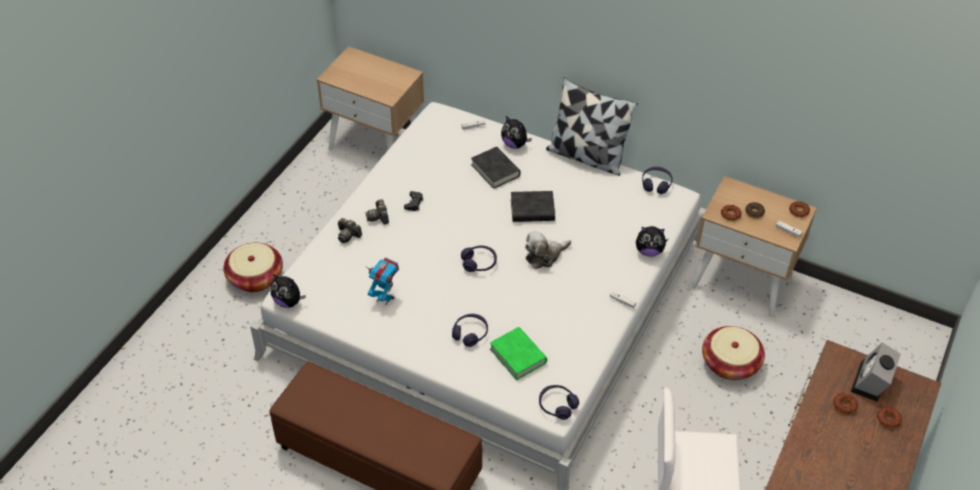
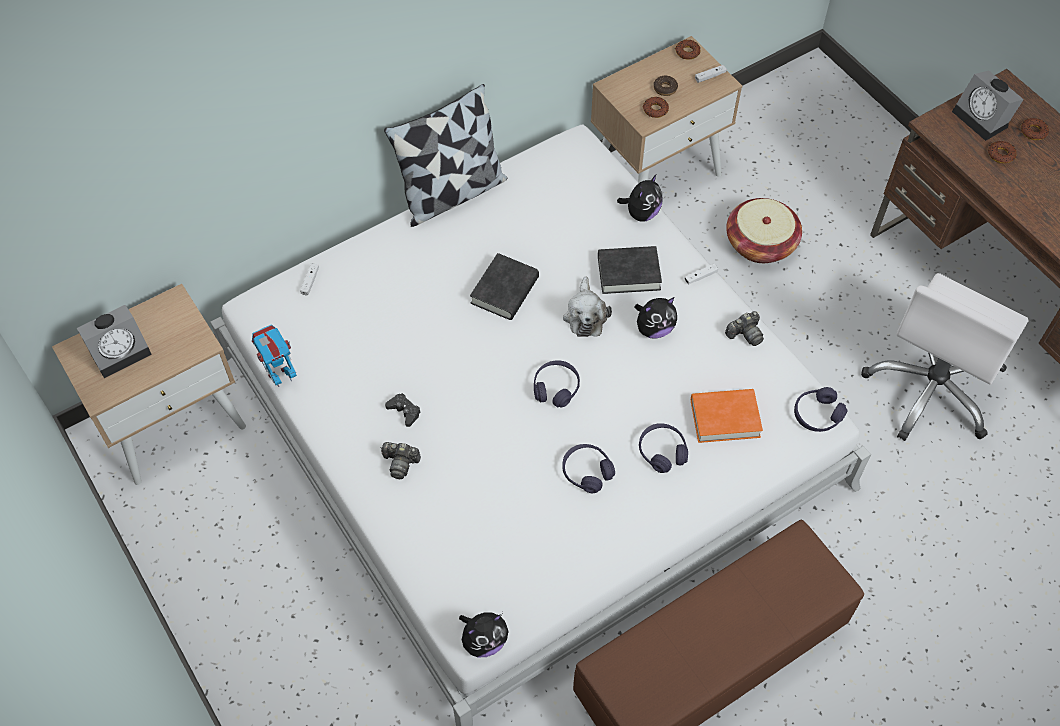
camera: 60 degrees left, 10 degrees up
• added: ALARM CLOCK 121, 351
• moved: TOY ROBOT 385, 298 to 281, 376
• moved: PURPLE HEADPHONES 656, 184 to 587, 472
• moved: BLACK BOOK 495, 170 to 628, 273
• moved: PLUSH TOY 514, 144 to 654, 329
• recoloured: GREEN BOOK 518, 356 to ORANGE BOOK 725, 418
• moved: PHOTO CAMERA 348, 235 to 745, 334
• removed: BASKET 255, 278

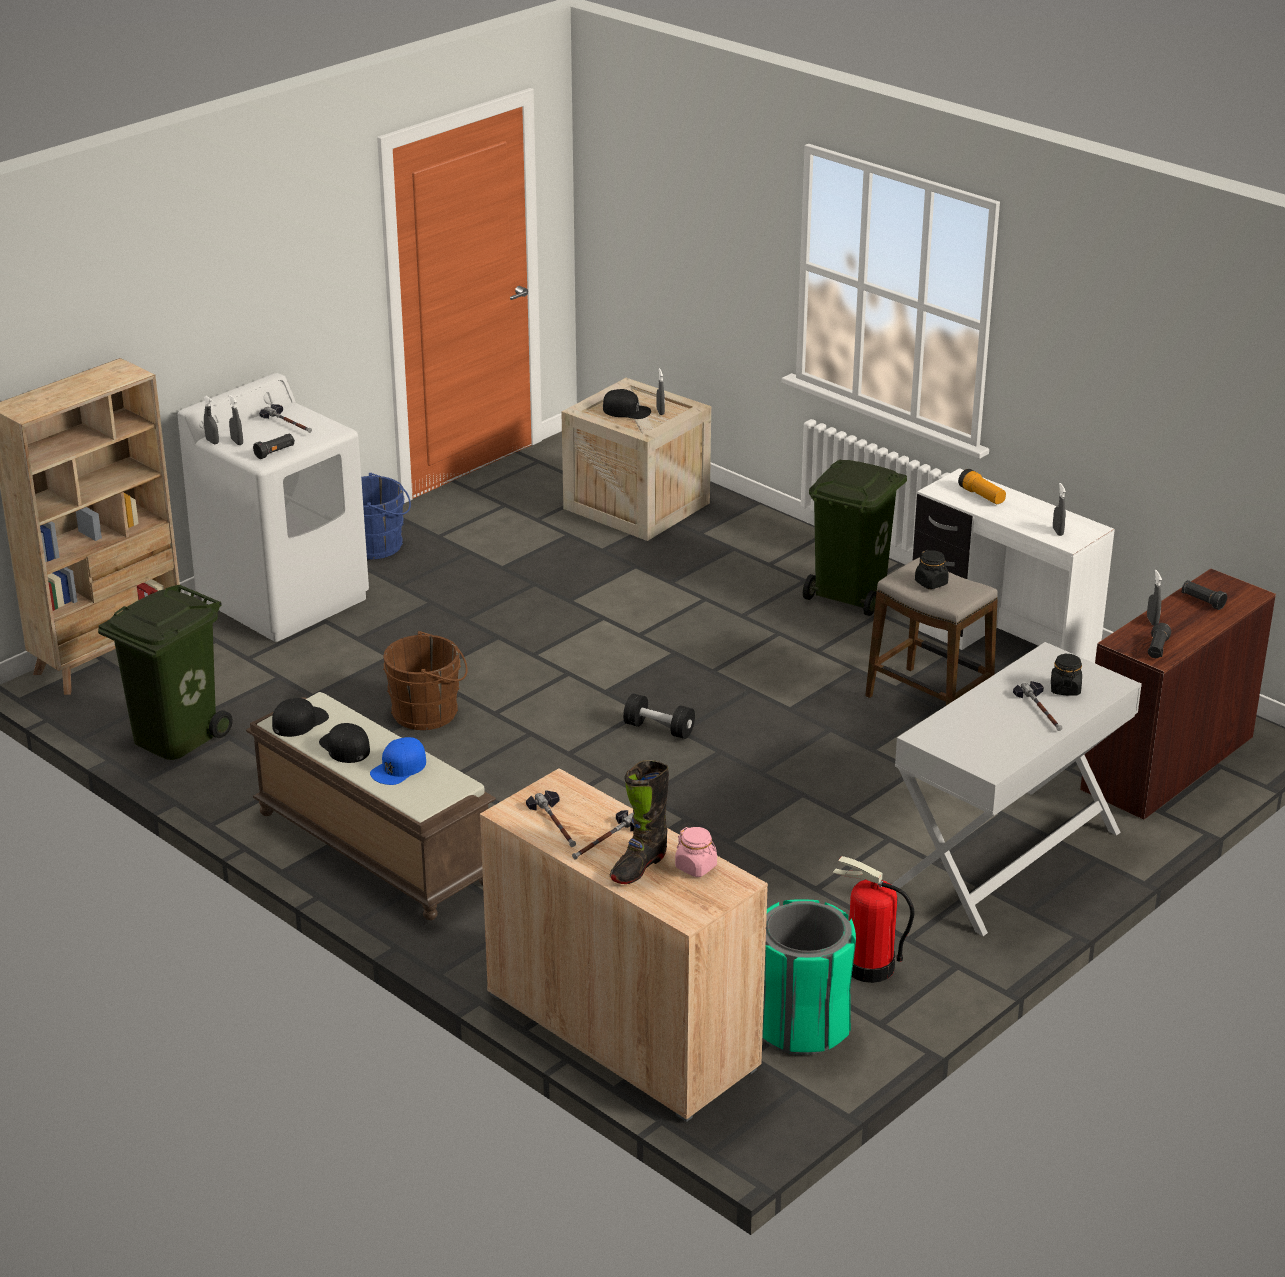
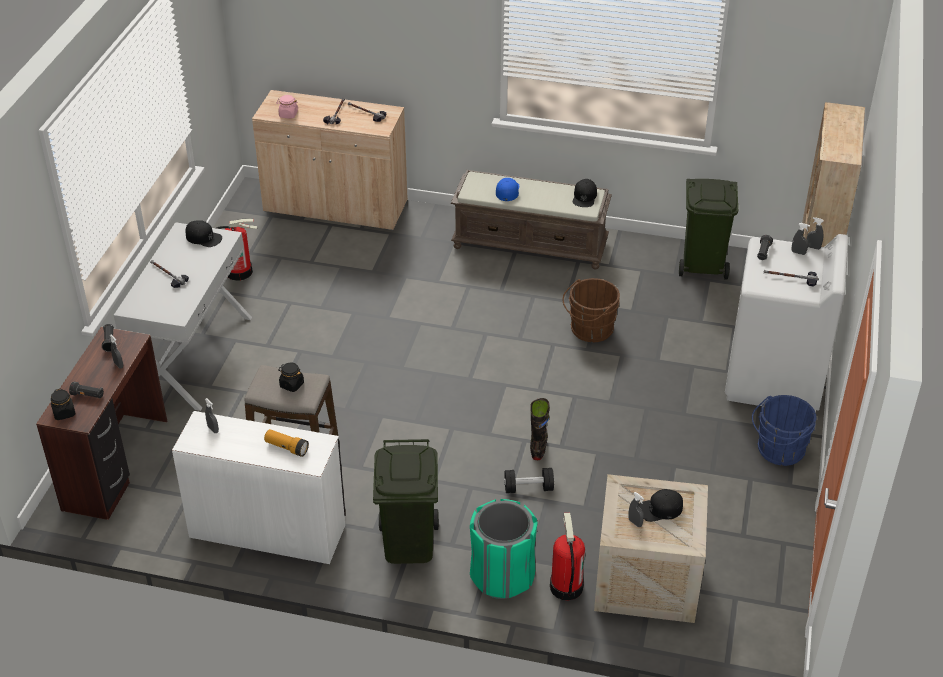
camera: 150 degrees right, 10 degrees up
• moved: BLACK JAR 1065, 689 to 64, 413
• moved: BLACK CAP 344, 747 to 203, 237
• moved: GREEN TRASH CAN 802, 1025 to 502, 576
• moved: BLACK DUMBBELL 659, 729 to 528, 488
• moved: BLACK BOOT 638, 866 to 538, 446
• added: FIRE EXTINGUISHER 565, 586

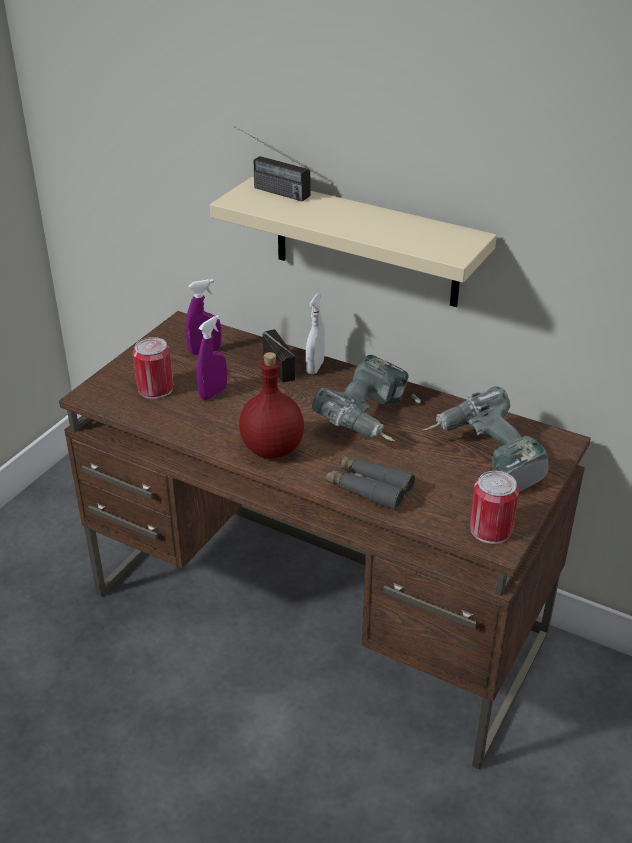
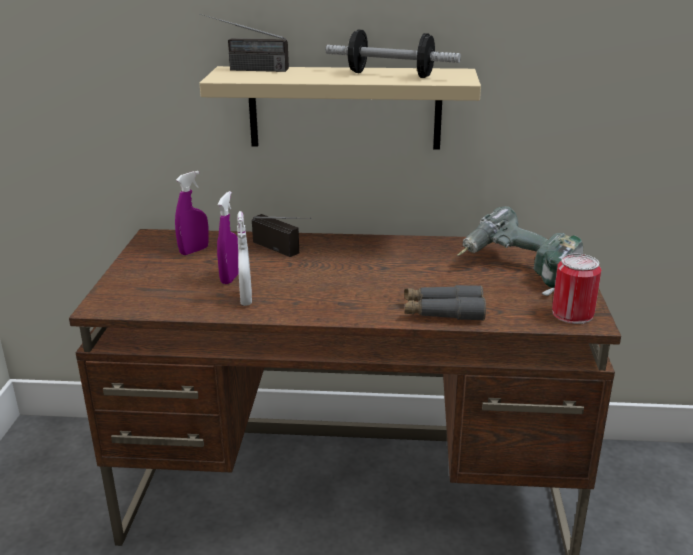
camera: 25 degrees left, 10 degrees down
• moved: WHITE SPRAY BOTTLE 315, 367 to 246, 299
• added: DUMBBELL 391, 75
• removed: CAN 155, 389
• removed: RED BOTTLE 273, 449
• removed: POWER DRILL 370, 420

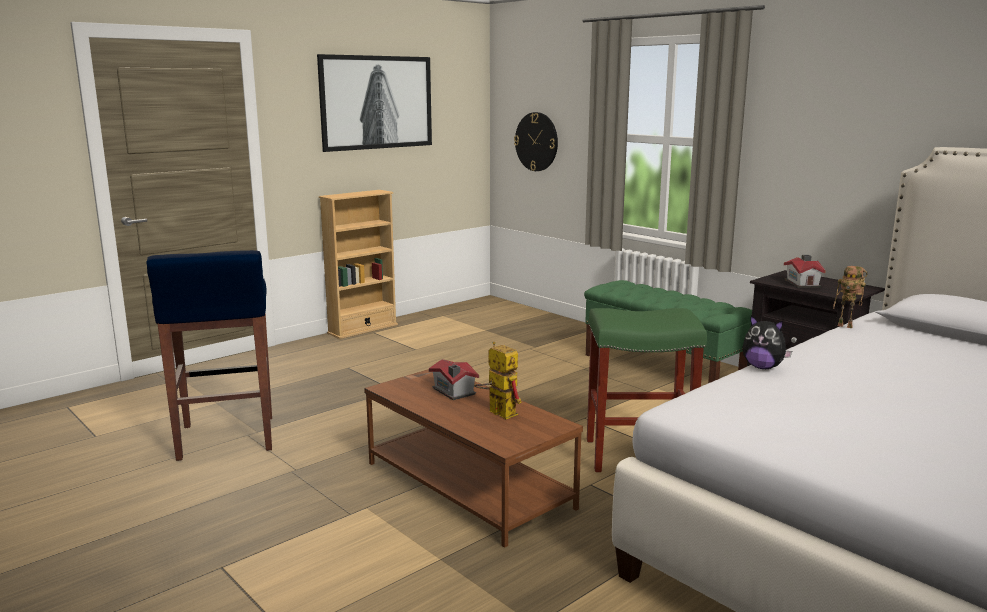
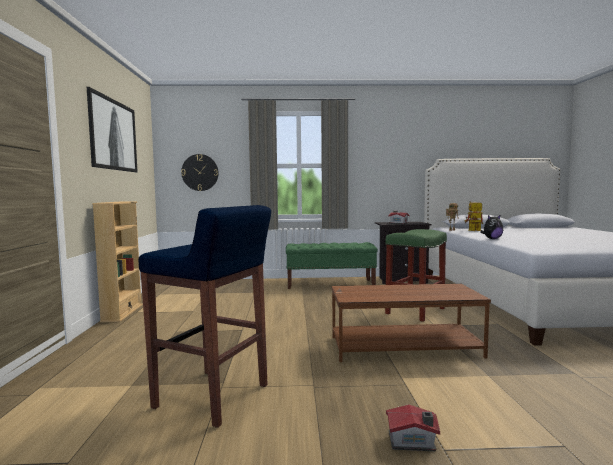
camera: 50 degrees left, 10 degrees down
• moved: TOY HOUSE 453, 392 to 413, 442
• moved: TOY ROBOT 497, 412 to 472, 231

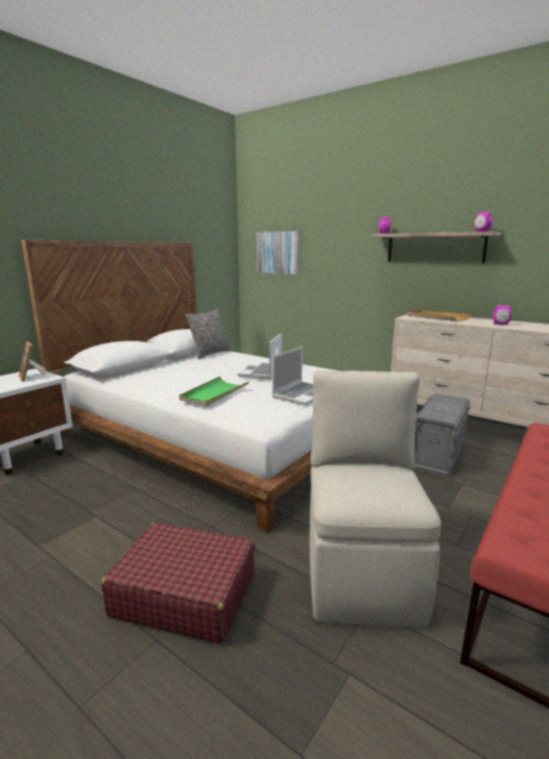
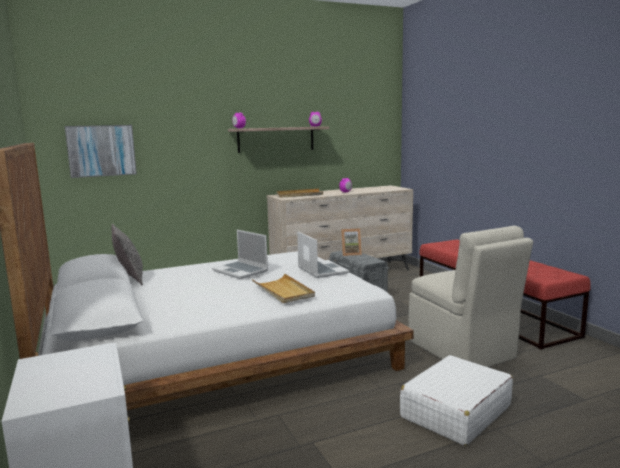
camera: 60 degrees left, 5 degrees down
• recoloured: GREEN TRAY 214, 393 to BEIGE TRAY 283, 291
• moved: PICTURE FRAME 32, 377 to 351, 254
• recoloured: RED SUITCASE 184, 593 to WHITE SUITCASE 455, 411
• turned: BEIGE CHAIR 361, 568 = 462, 350 150 degrees counterclockwise

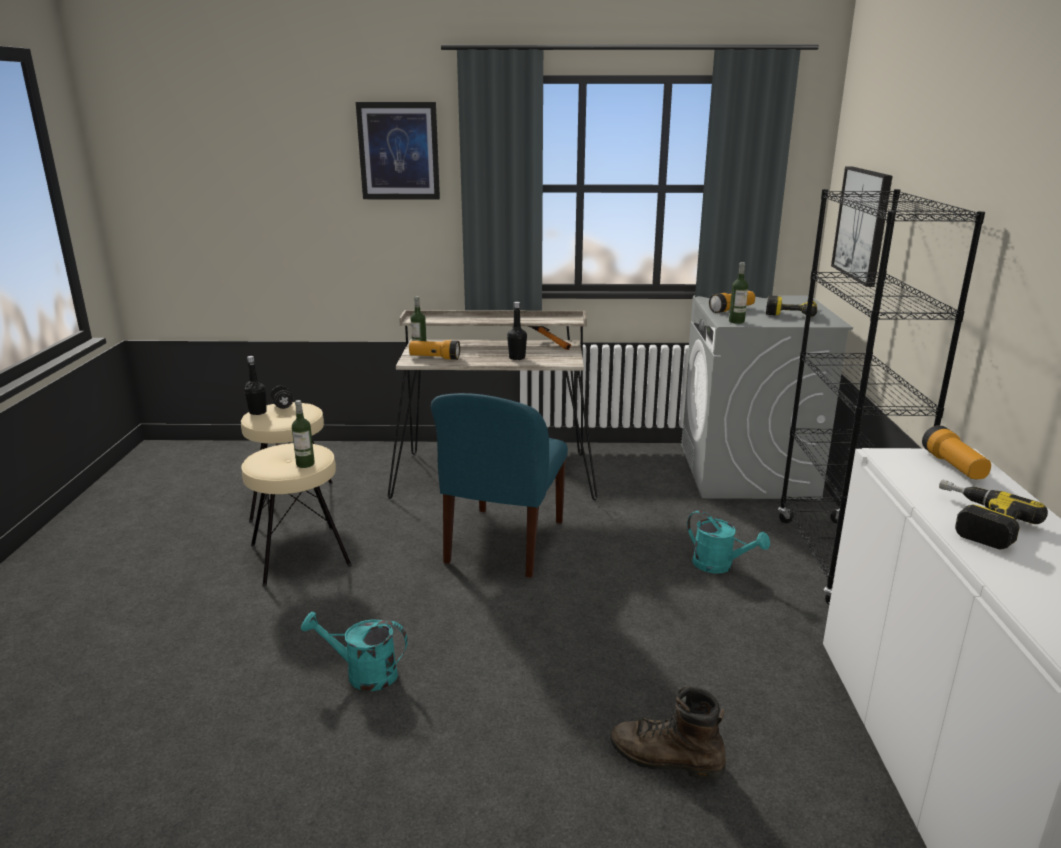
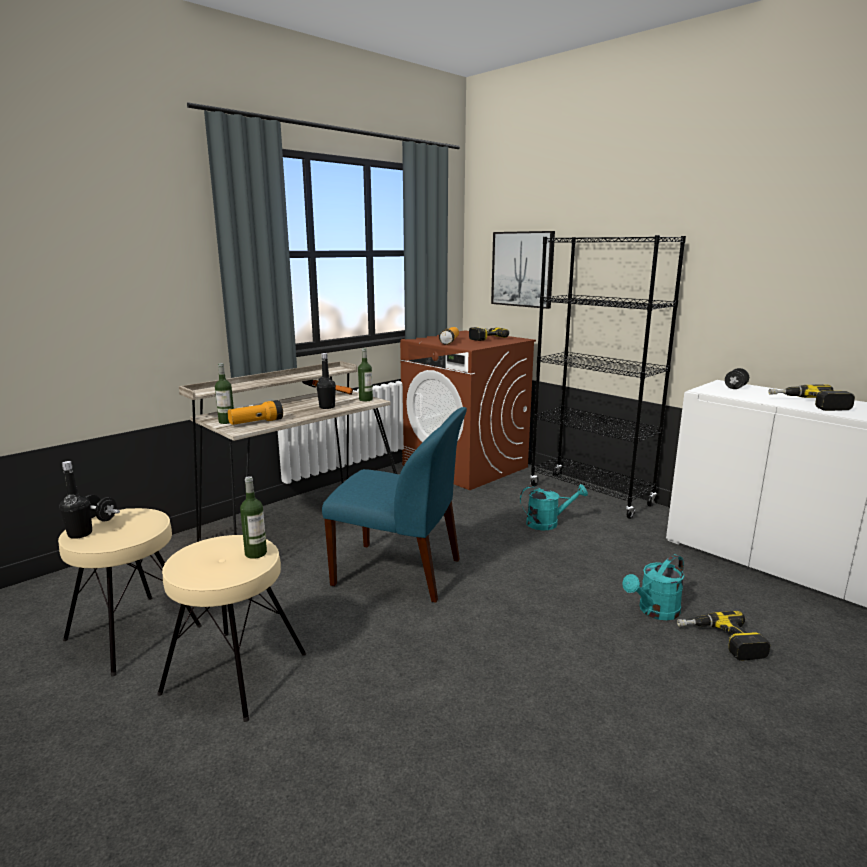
camera: 45 degrees left, 5 degrees down
• turned: BLUE CHAIR 503, 543 = 400, 572 45 degrees counterclockwise
• moved: BOTTLE 736, 321 to 365, 399
• recoloured: GREY WASHING MACHINE 747, 471 to BROWN WASHING MACHINE 465, 466
• moved: TURQUOISE WATERING CAN 363, 674 to 654, 612
• replaced: BROWN BOOT 665, 759 to POWER DRILL 721, 642
• replaced: FLASHLIGHT 953, 466 to BLACK DUMBBELL 735, 387
• removed: PICTURE 399, 151

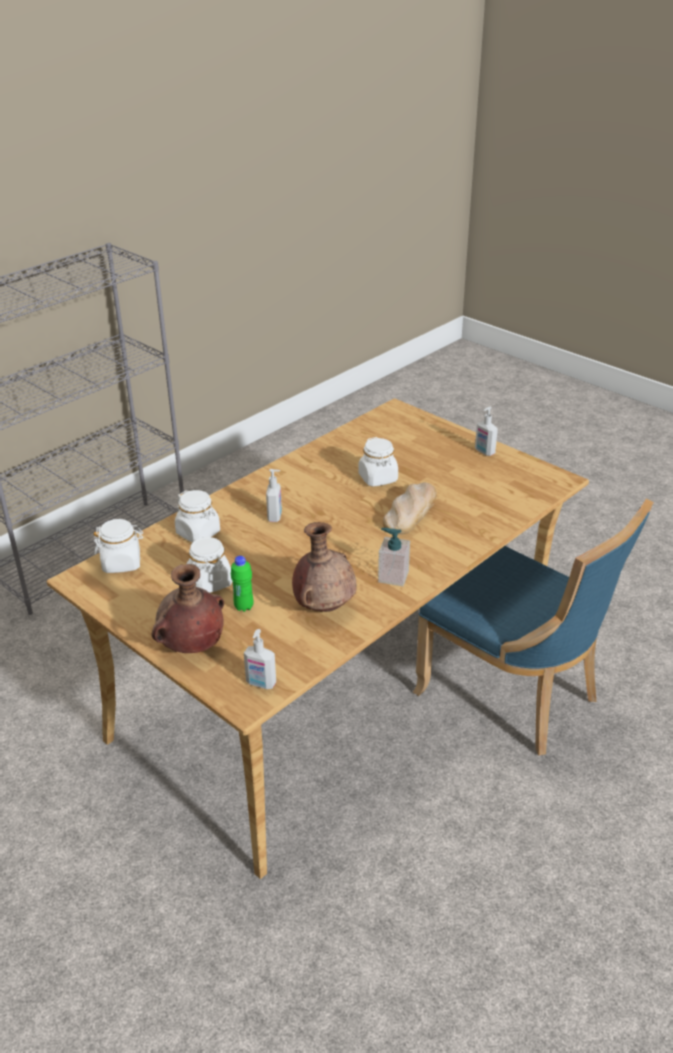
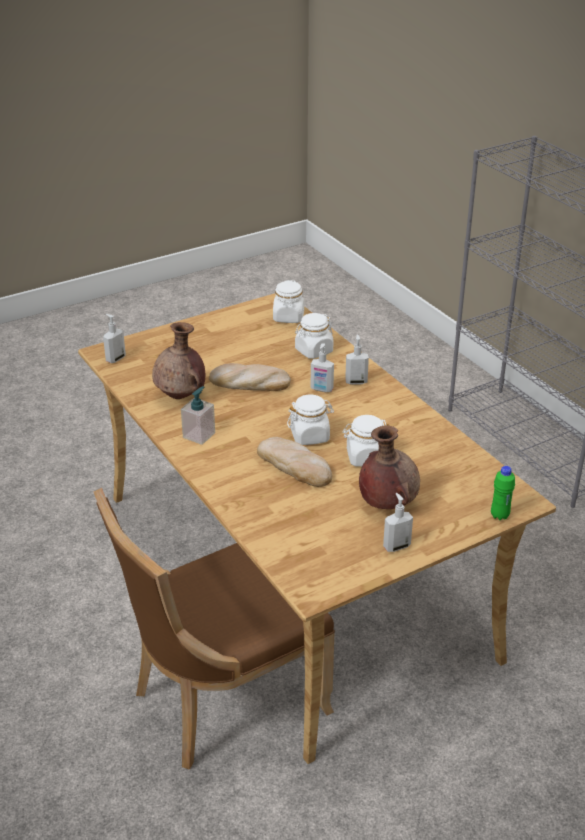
camera: 105 degrees right, 0 degrees up
• recoloured: BLUE CHAIR 515, 695 to BROWN CHAIR 222, 700
• added: BREAD 249, 382
• moved: WHITE JAR 209, 582 to 310, 436
• added: SOAP DISPENSER 356, 381
• moved: BROWN VASE 191, 646 to 387, 503
• moved: GREEN BOTTLE 244, 607 to 499, 515

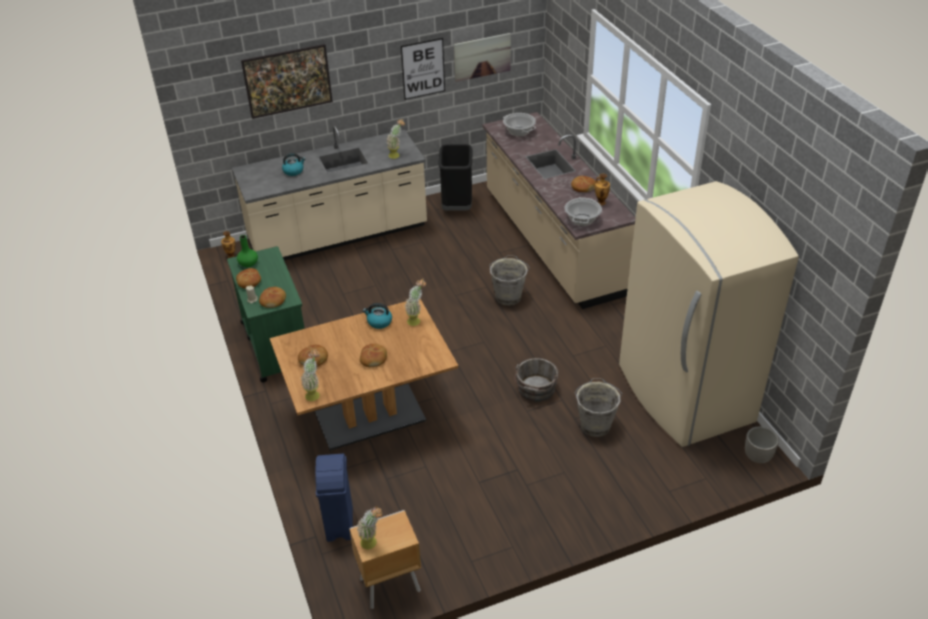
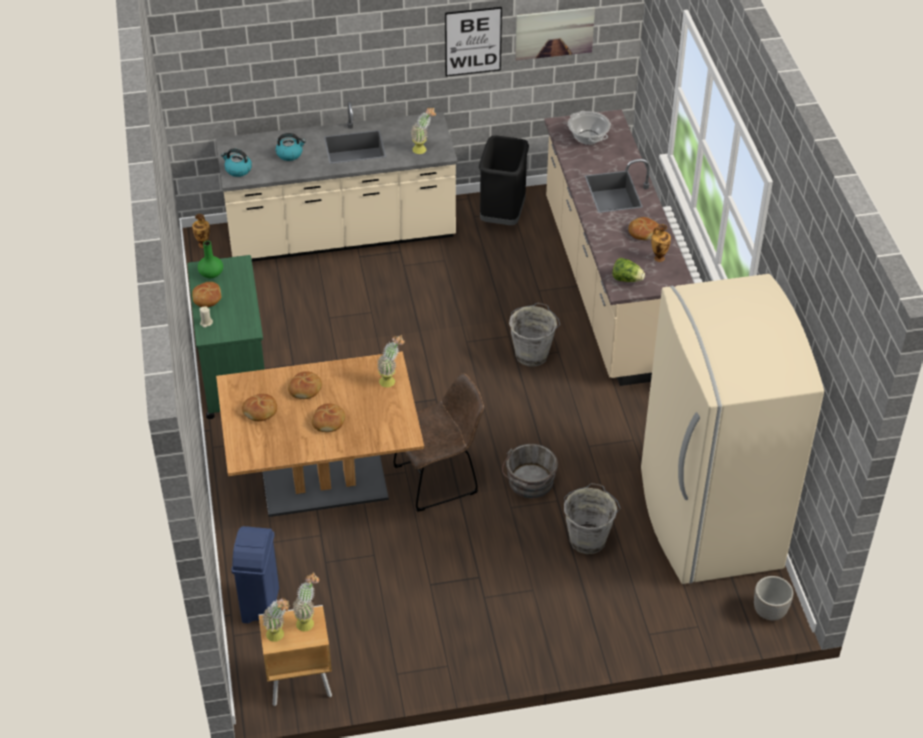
camera: 10 degrees right, 5 degrees up
• moved: KETTLE 379, 322 to 238, 170
• moved: BREAD 273, 300 to 305, 389
• moved: POTTED PLANT 314, 393 to 308, 621
• added: BROWN CHAIR 440, 478
• replaced: COOKING POT 582, 220 to LETTUCE 626, 279
• removed: PICTURE 290, 95

